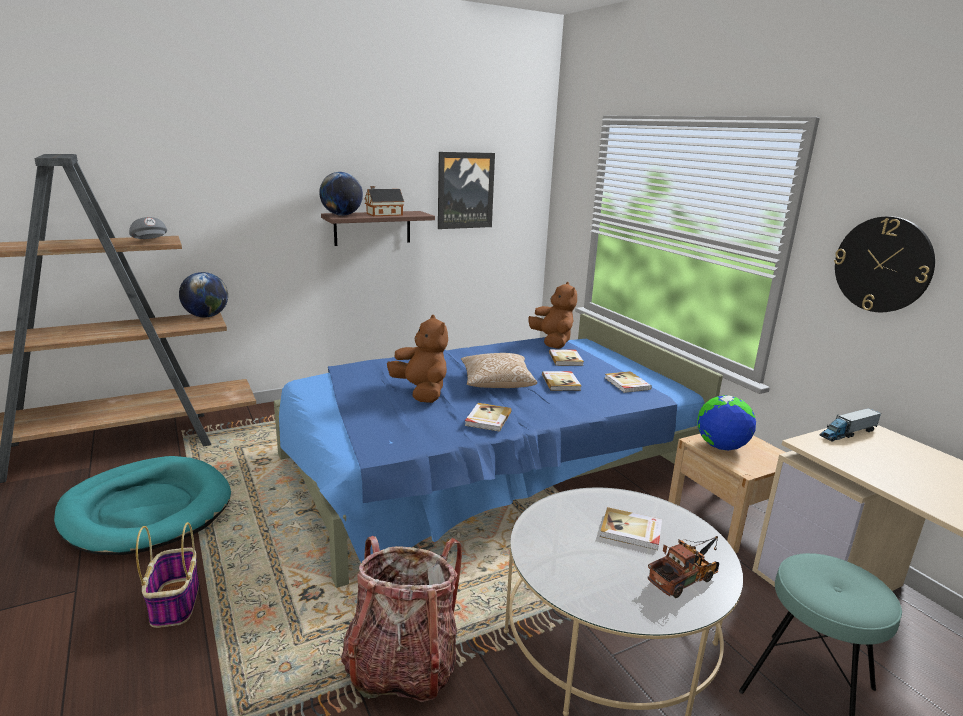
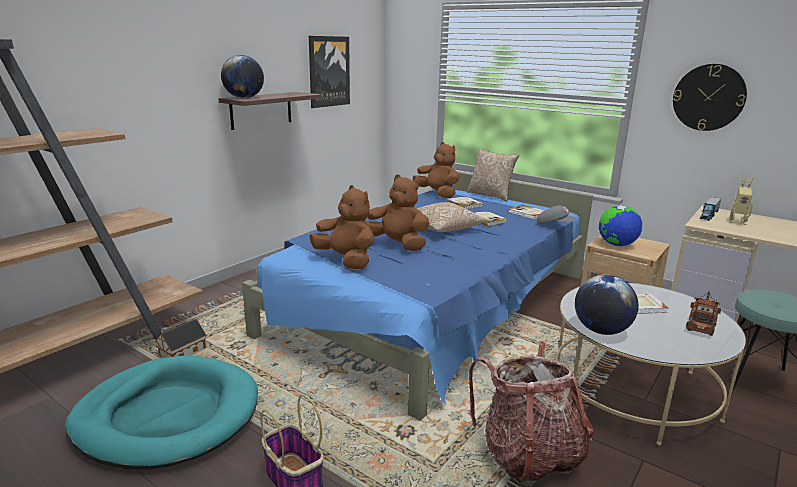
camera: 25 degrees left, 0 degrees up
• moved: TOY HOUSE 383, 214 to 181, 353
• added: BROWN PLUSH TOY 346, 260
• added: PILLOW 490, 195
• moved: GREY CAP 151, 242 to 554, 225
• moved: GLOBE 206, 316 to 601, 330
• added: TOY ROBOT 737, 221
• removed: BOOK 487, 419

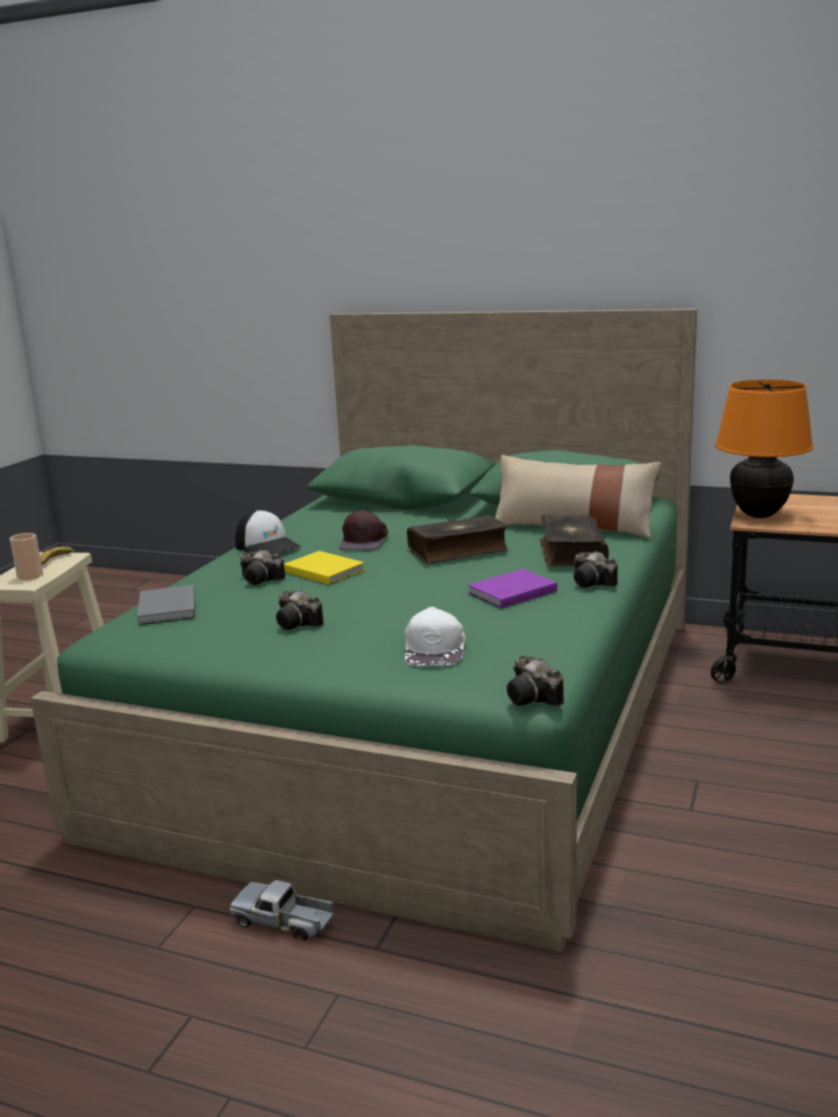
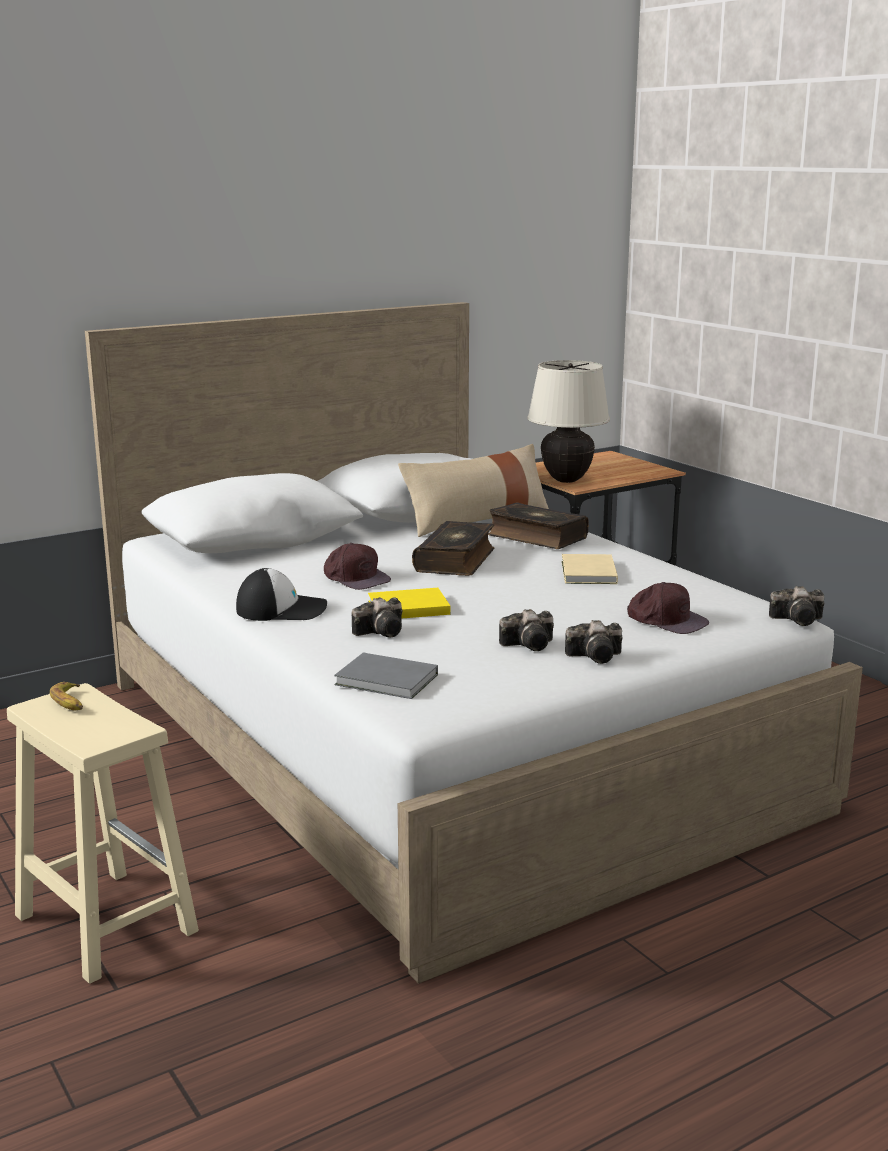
camera: 55 degrees left, 0 degrees up
• recoloured: GREEN BED 429, 714 to WHITE BED 444, 741
• recoloured: ORANGE TABLE LAMP 759, 515 to BEIGE TABLE LAMP 567, 480
• recoloured: PURPLE BOOK 509, 592 to BEIGE BOOK 587, 573
• moved: PHOTO CAMERA 593, 583 to 597, 656
• recoloured: WHITE CAP 436, 649 to BROWN CAP 666, 620
• removed: CUP 30, 575
• removed: TOY TRUCK 283, 921

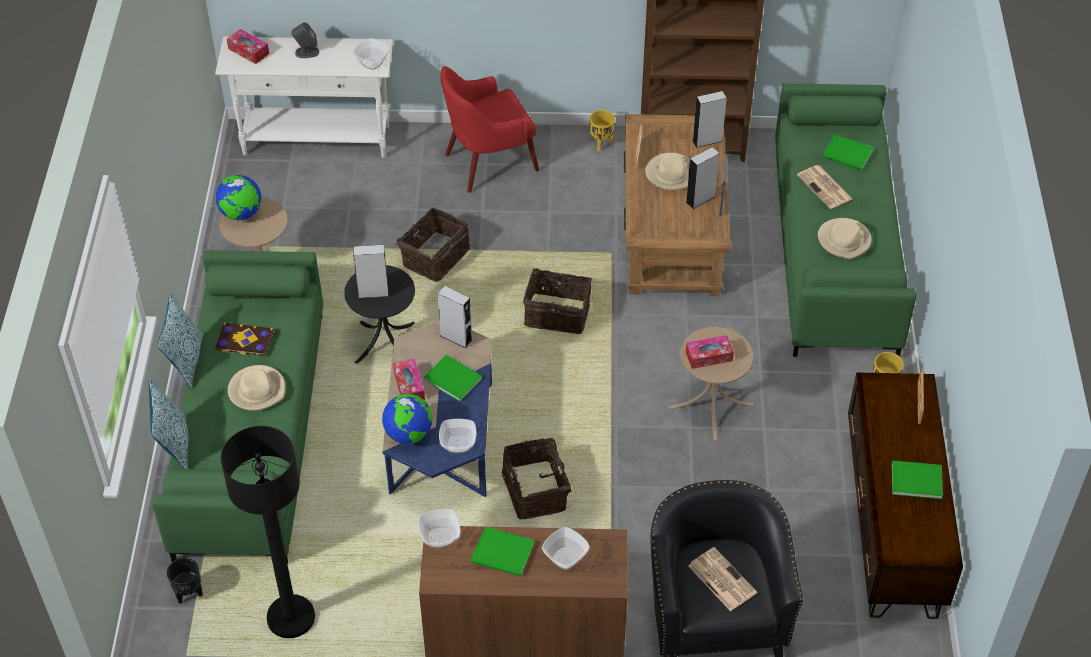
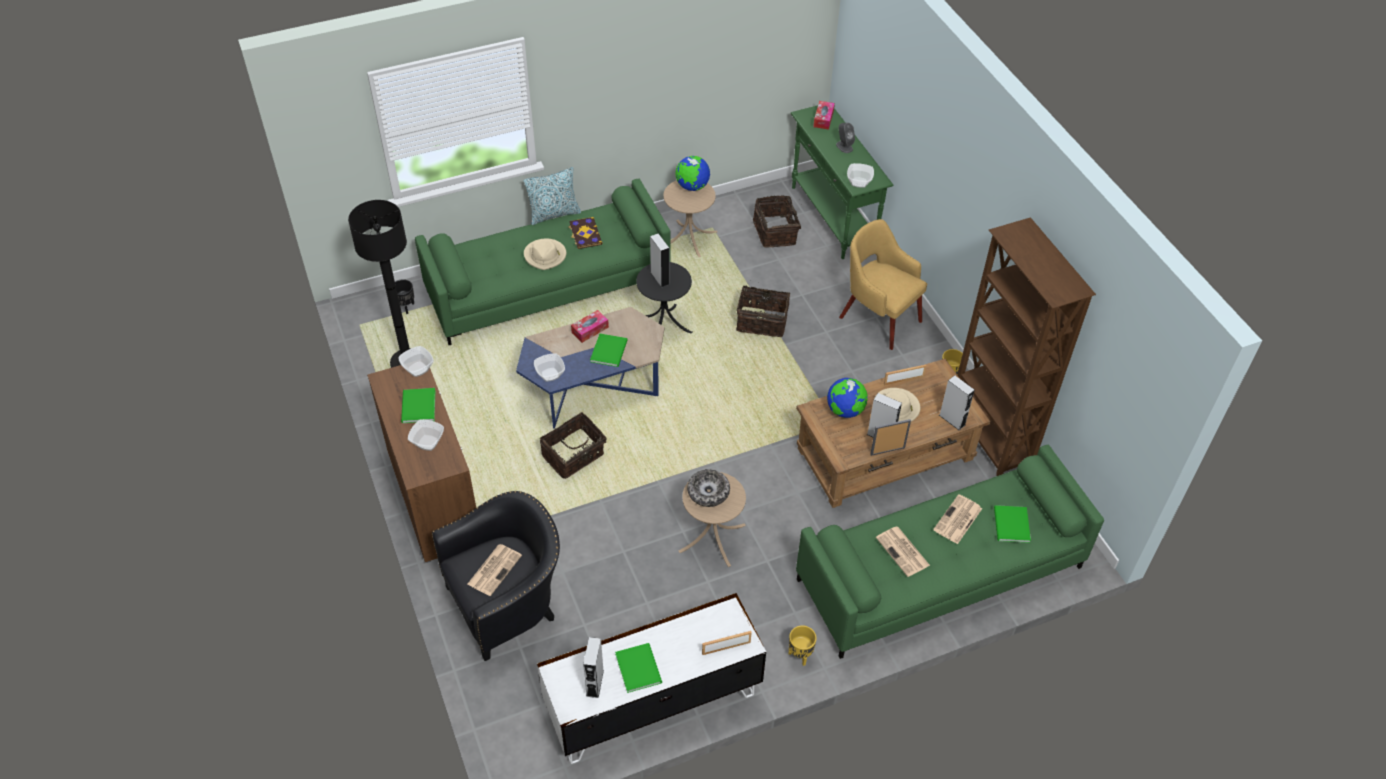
camera: 65 degrees right, 0 degrees up
• recoloured: BROWN TV STAND 891, 525 to WHITE TV STAND 652, 702
• moved: GREY SPEAKER 456, 338 to 595, 683
• replaced: TISSUE BOX 709, 356 to BOWL 708, 492
• moved: BASKET 557, 313 to 776, 232
• recoloured: WHITE CONSOLE TABLE 317, 140 to GREEN CONSOLE TABLE 832, 218
• moved: GLOBE 409, 434 to 845, 410
• recoloured: RED ARMCHAIR 488, 163 to YELLOW ARMCHAIR 878, 318
• replaced: BEIGE HAT 844, 240 to NEWSPAPER 903, 552
• removed: PILLOW 174, 444

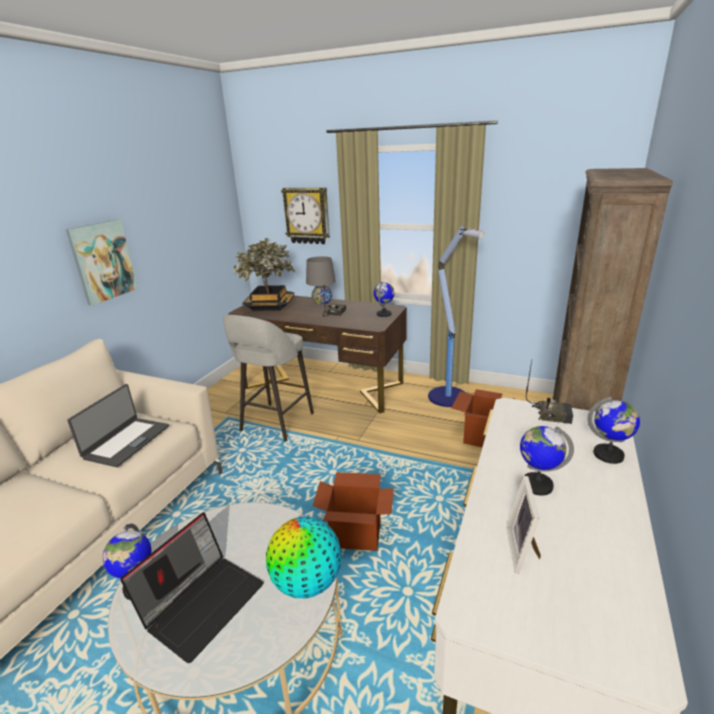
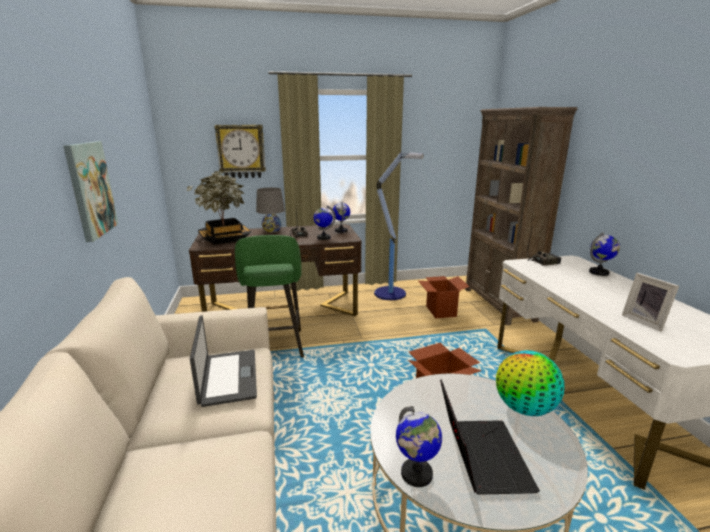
camera: 35 degrees left, 5 degrees down
• recoloured: GREY STOOL 276, 423 to GREEN STOOL 275, 347
• moved: GLOBE 536, 485 to 323, 237

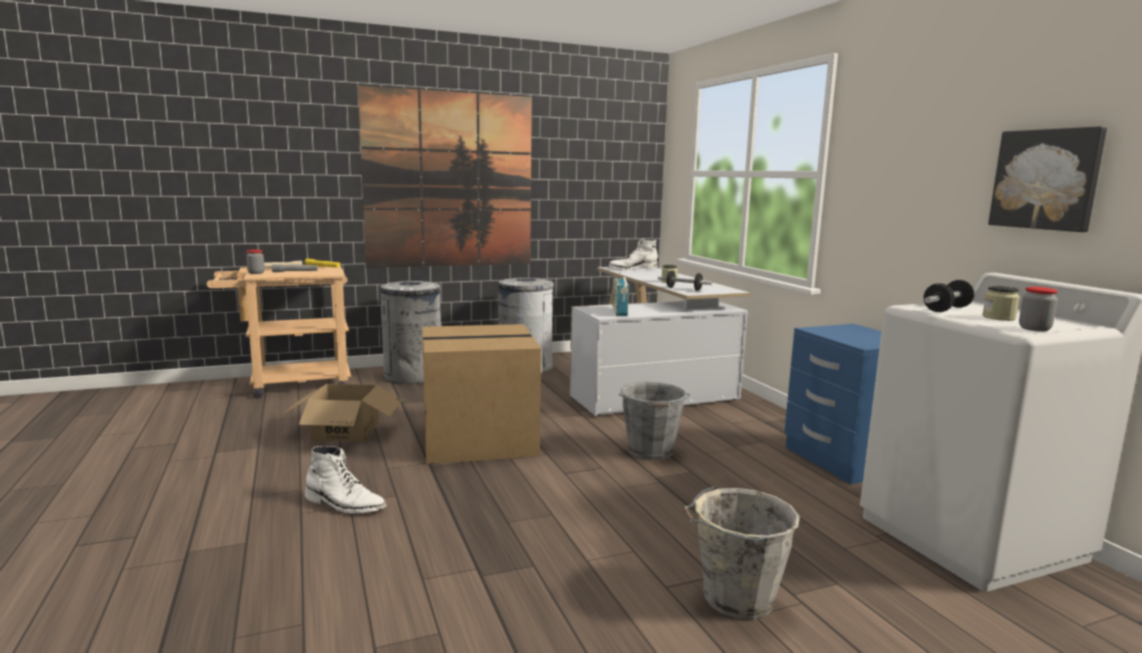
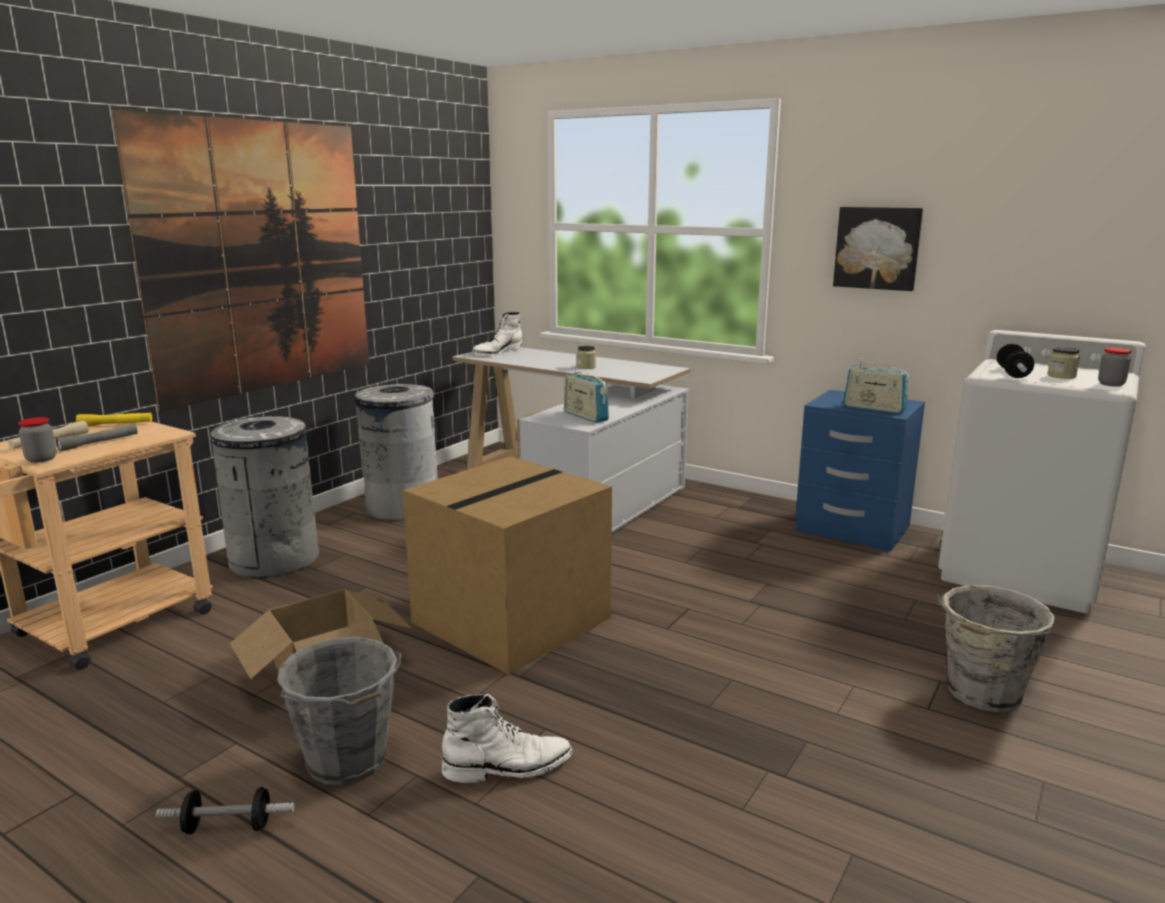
camera: 35 degrees left, 5 degrees up
• moved: DUMBBELL 684, 289 to 228, 827
• moved: GREY BUCKET 650, 451 to 348, 762
• moved: PICTURE 1046, 179 to 877, 248
• added: RADIO 874, 409

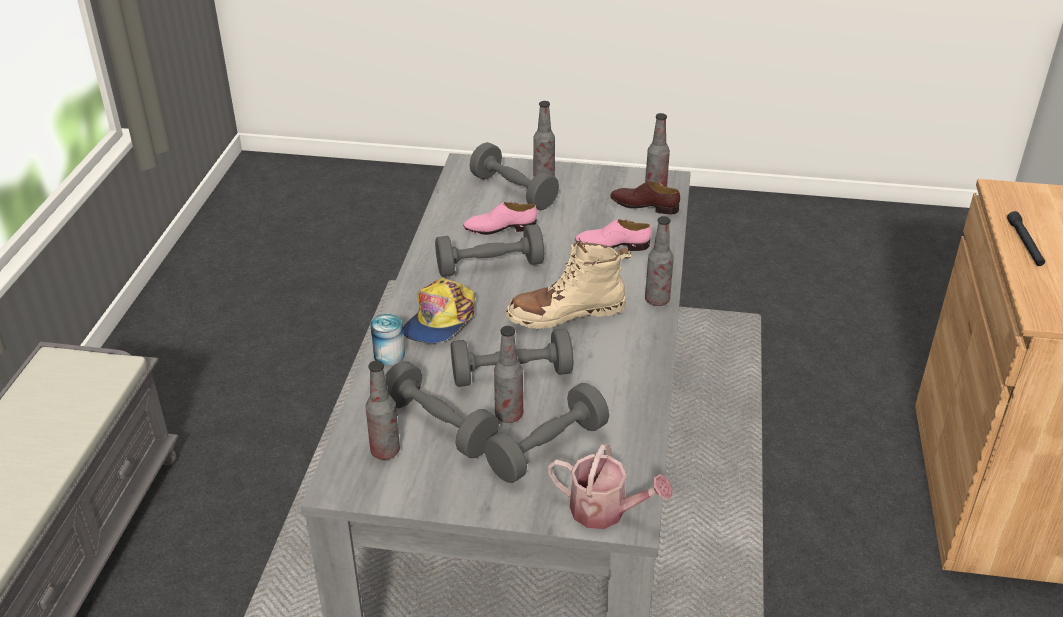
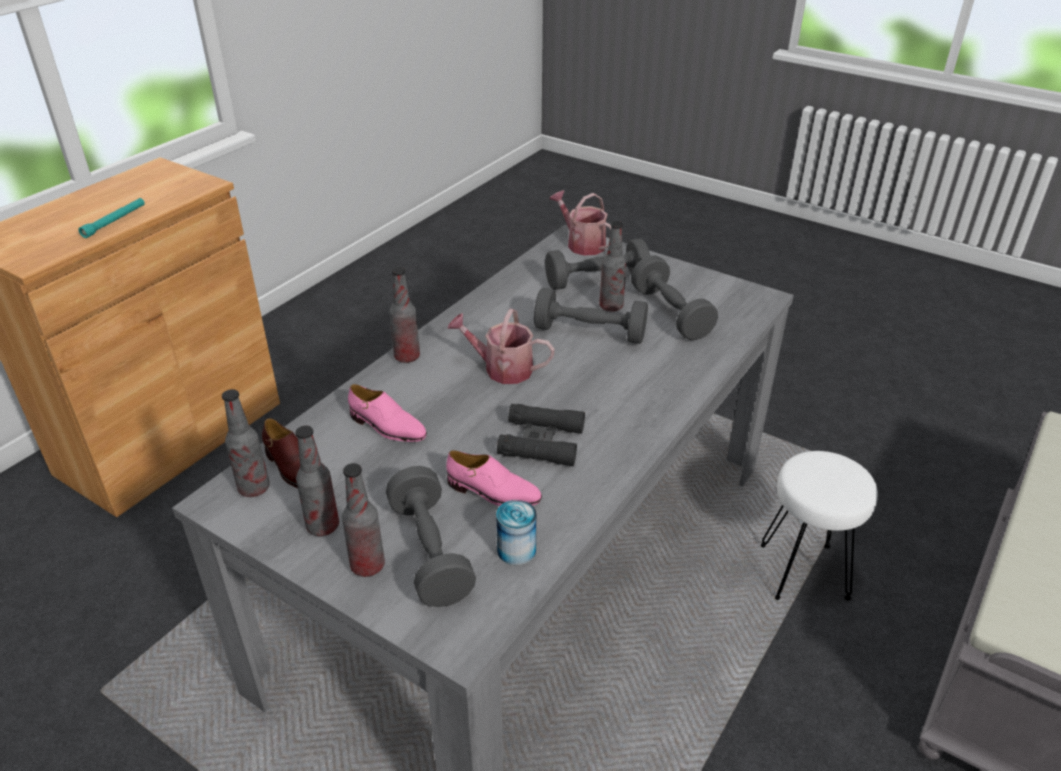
camera: 155 degrees left, 0 degrees up
• recoloured: BLACK FLASHLIGHT 1024, 244 to TURQUOISE FLASHLIGHT 115, 222
• moved: BOTTLE 385, 451 to 323, 526
• replaced: BEIGE BOOT 566, 313 to WATERING CAN 502, 369
• moved: CAN 389, 355 to 516, 550
• replaced: GREY DUMBBELL 490, 266 to BLACK BINOCULARS 541, 442
• added: WHITE STOOL 803, 573
• removed: CAP 440, 321

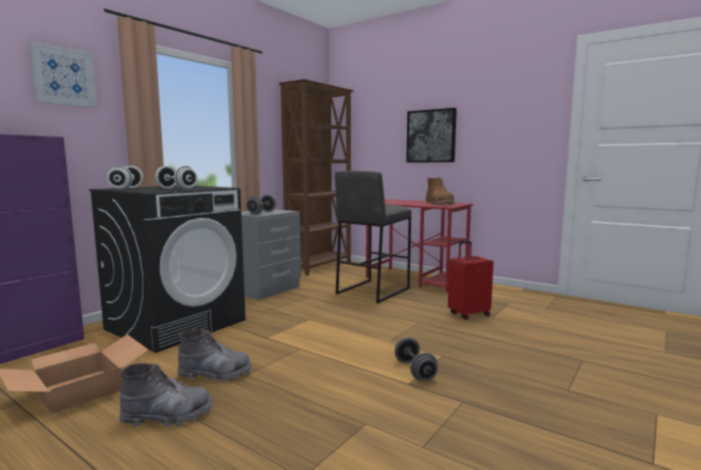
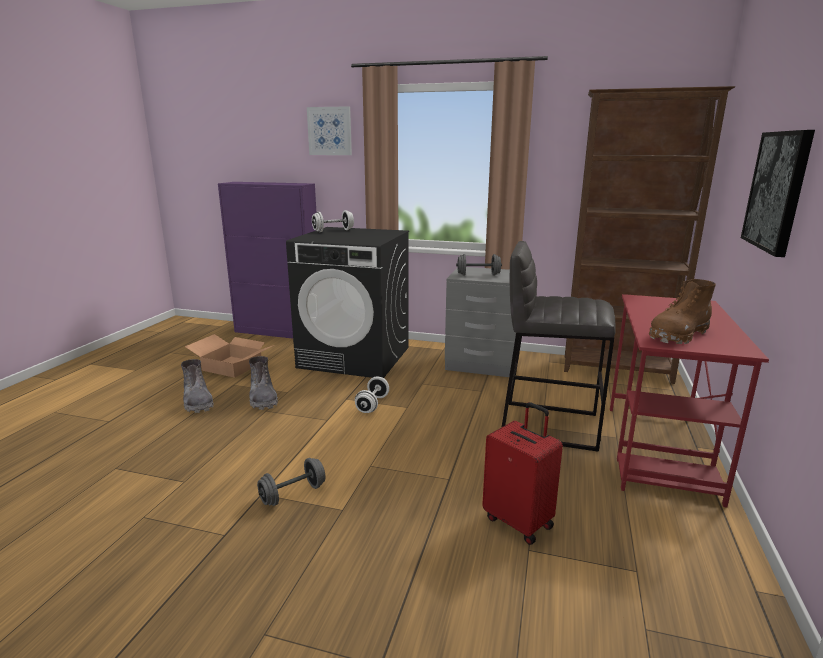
camera: 70 degrees right, 10 degrees up
• moved: WHITE DUMBBELL 176, 189 to 372, 404

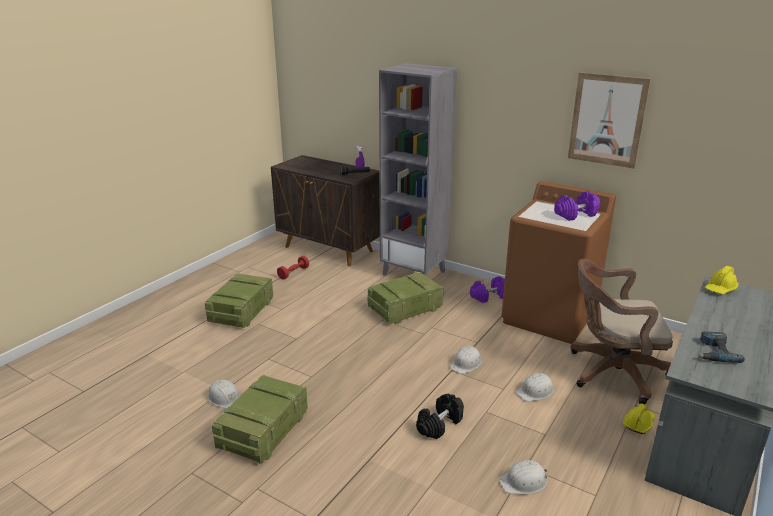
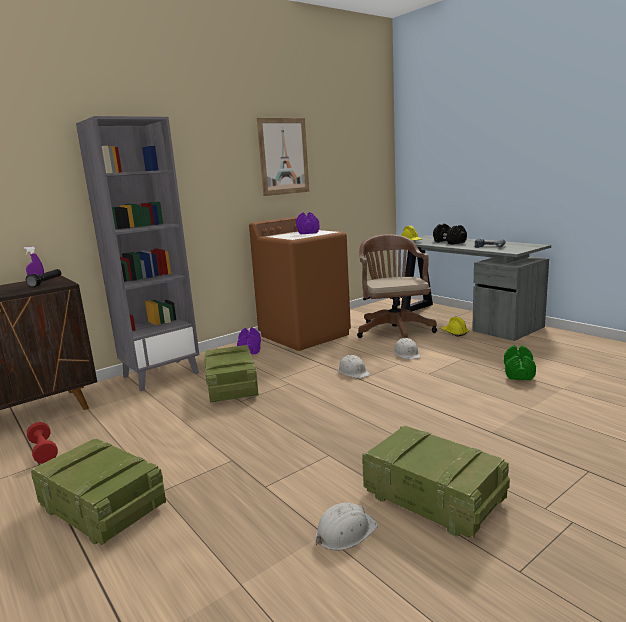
camera: 70 degrees left, 10 degrees down
• turned: BROWN OFFICE CHAIR 611, 373 = 393, 330 150 degrees clockwise
• moved: BLACK DUMBBELL 439, 424 to 449, 242
• replaced: WHITE HARD HAT 524, 482 to GREEN DUMBBELL 519, 373

